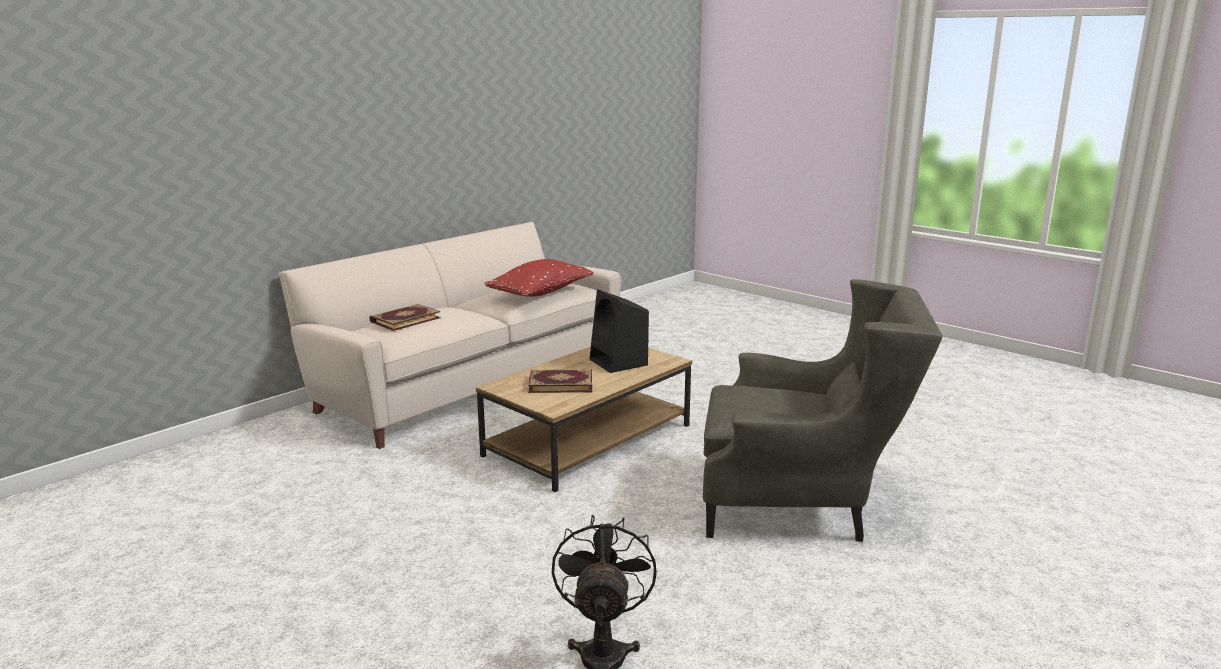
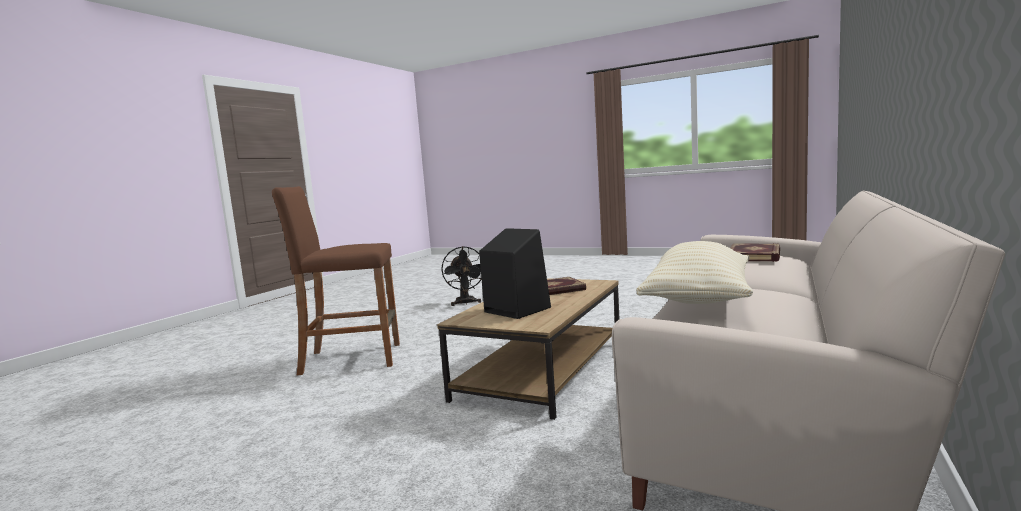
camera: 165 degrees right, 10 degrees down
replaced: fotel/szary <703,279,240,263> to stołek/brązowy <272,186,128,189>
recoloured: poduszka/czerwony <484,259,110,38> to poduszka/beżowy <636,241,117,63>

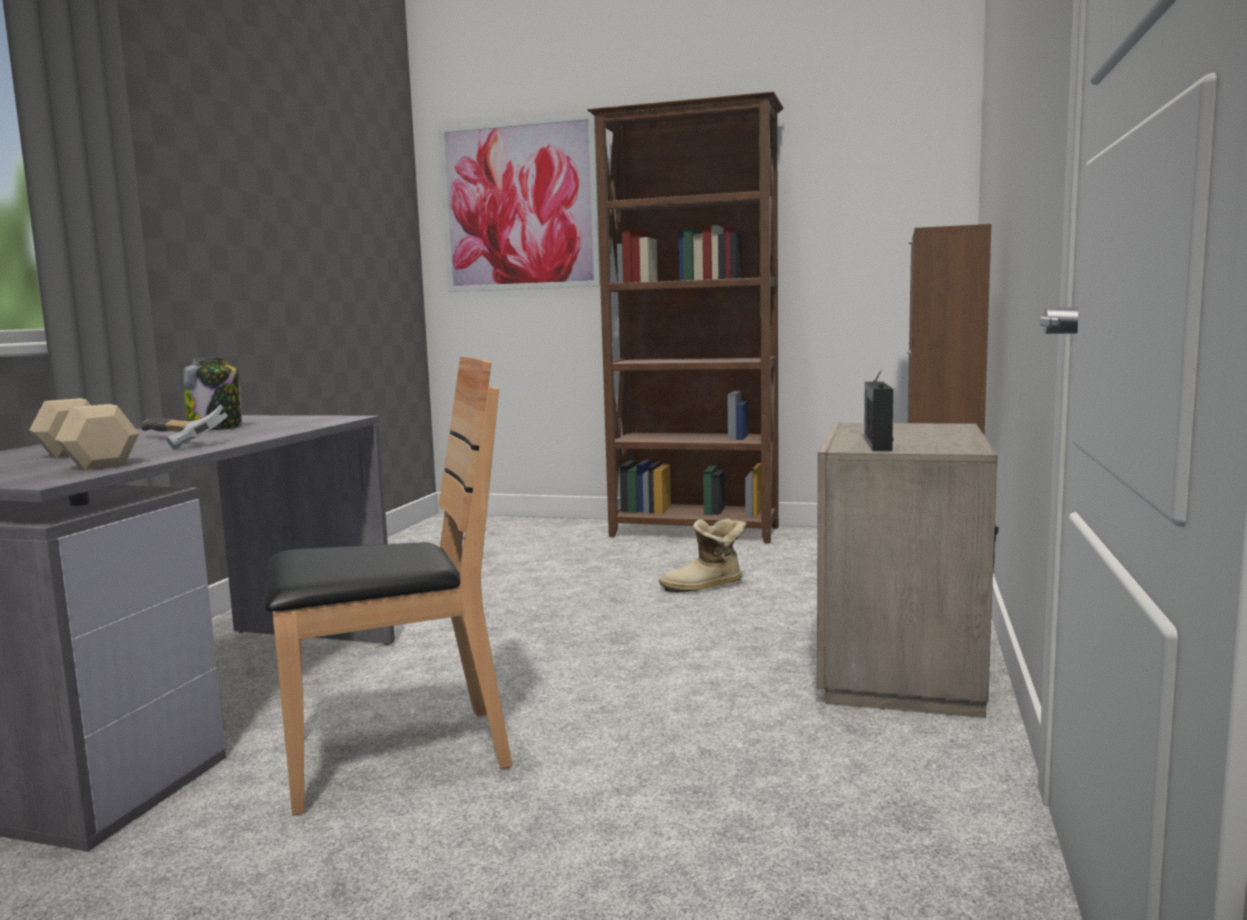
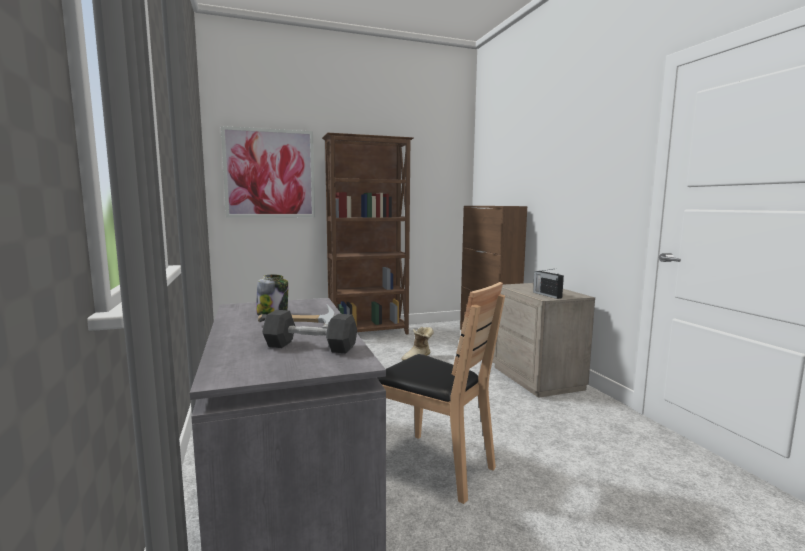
camera: 35 degrees left, 0 degrees up
recoloured: hantel/beżowy <29,398,111,72> to hantel/czarny <262,310,95,43>
turned: krzesło/brązowy <265,357,248,458> = <377,282,128,222> 90 degrees clockwise

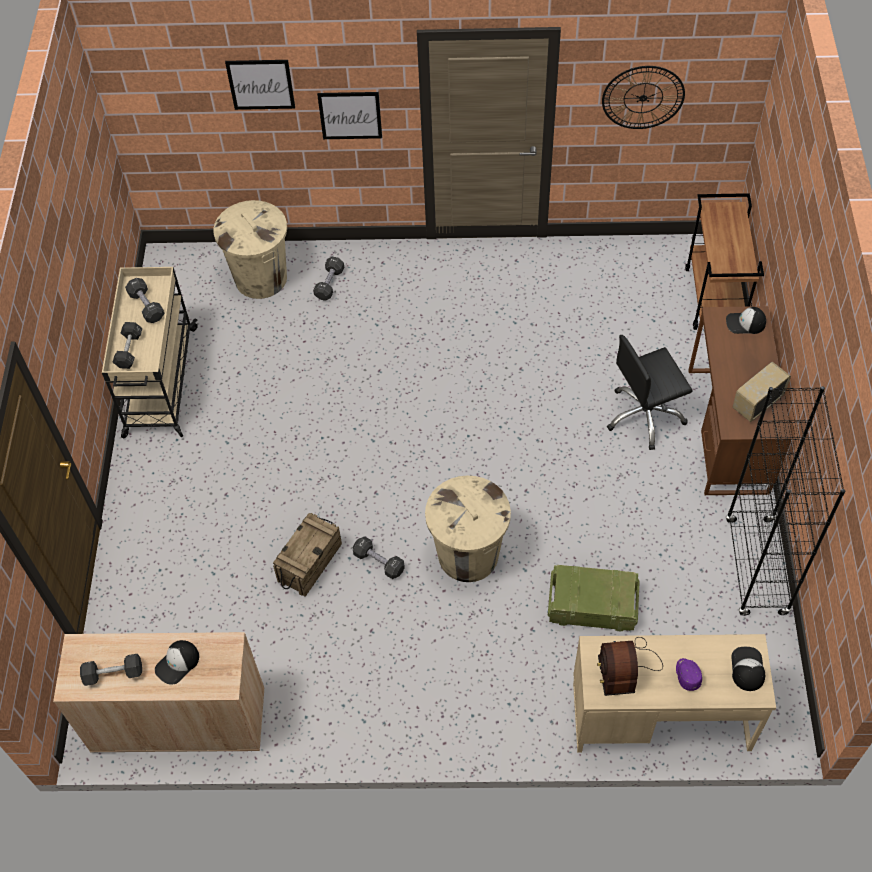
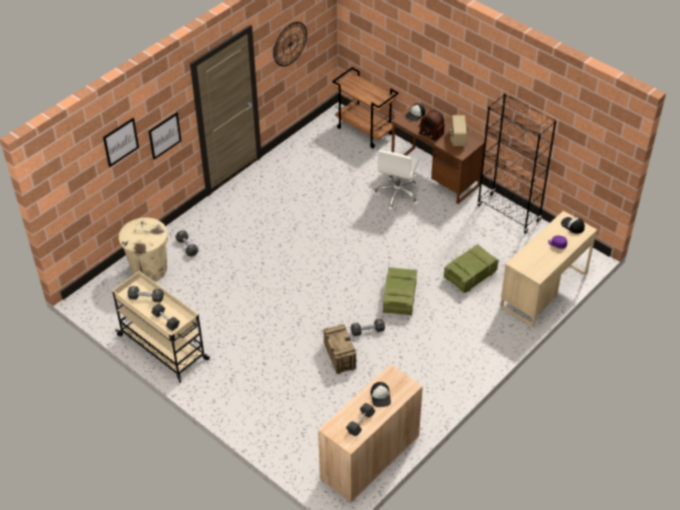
camera: 50 degrees left, 10 degrees down
moved: radio <597,637,66,59> to <418,110,27,31>
replaced: kosz na śmieci/beżowy <425,476,86,106> to skrzynka <383,267,34,49>
recoloured: krzesło biurowe/czarny <607,335,86,115> to krzesło biurowe/biały <373,150,47,60>

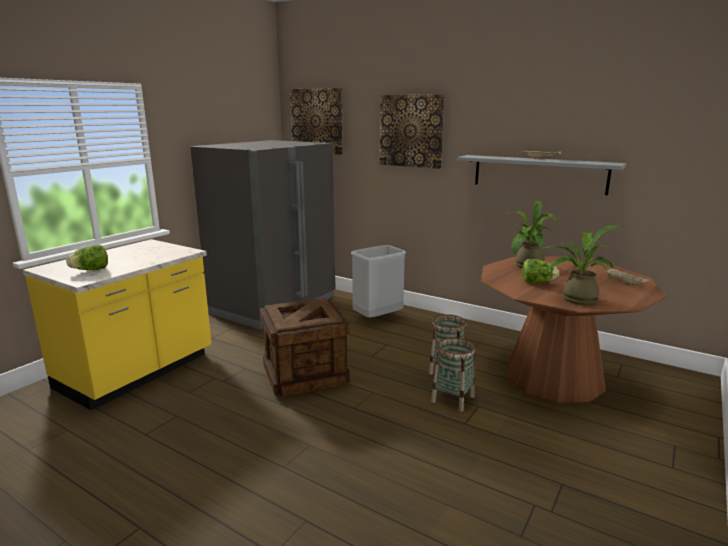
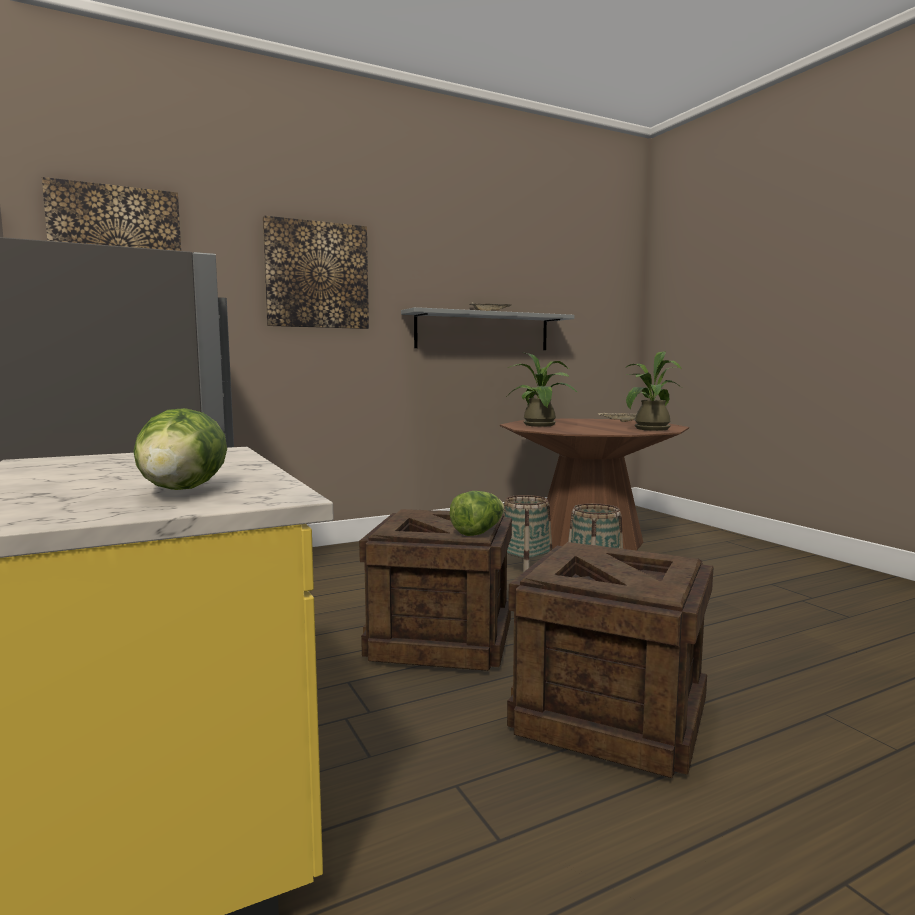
camera: 60 degrees left, 10 degrees down
removed: kosz na śmieci/szary <351,245,55,73>
added: skrzynka <507,542,207,236>
moved: sałata <522,259,37,25> to <450,491,54,45>

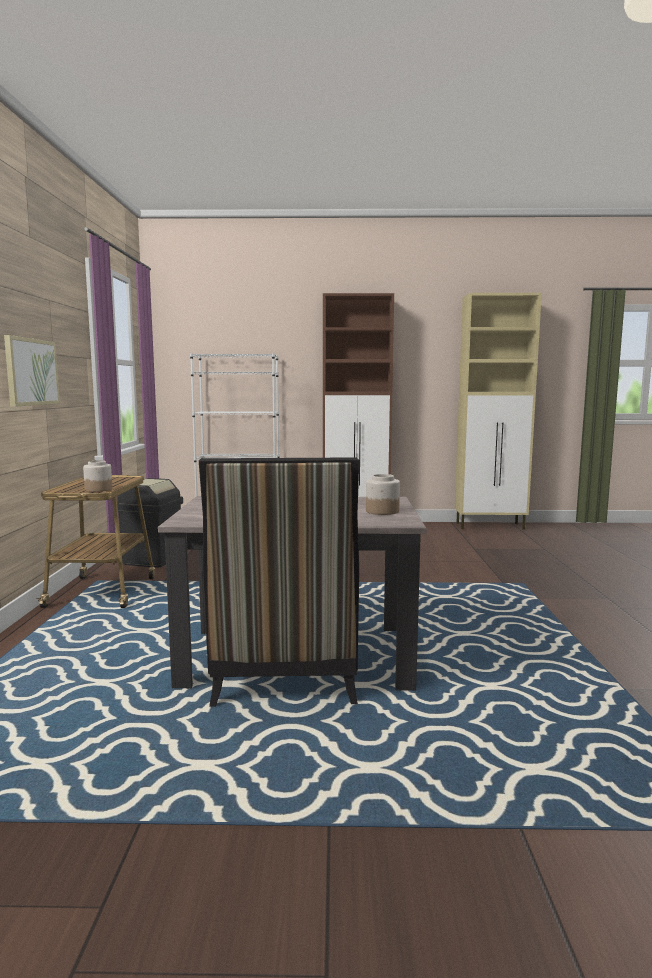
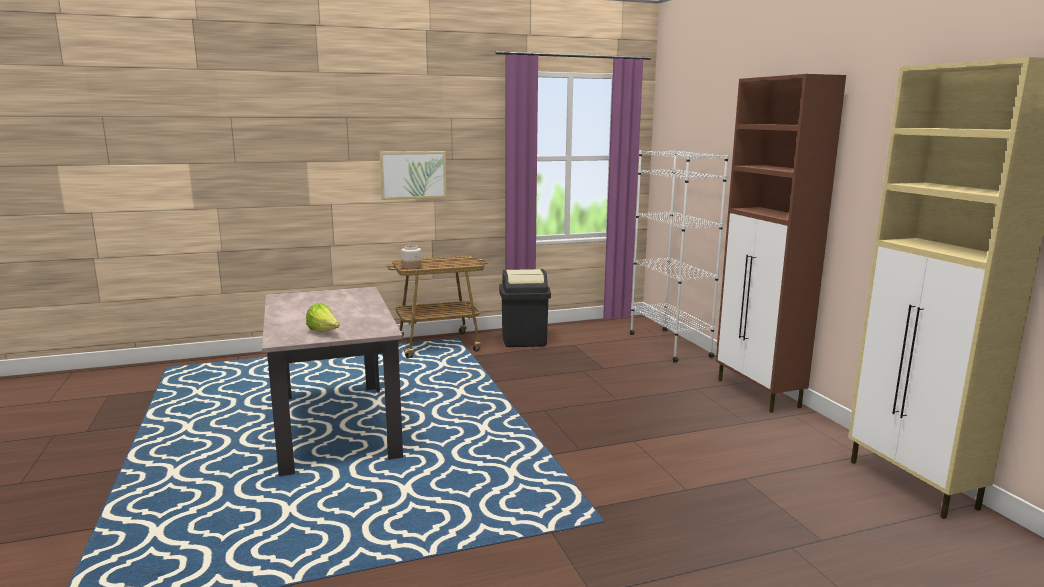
camera: 70 degrees right, 5 degrees up
removed: krzesło <199,457,160,250>
replaced: słoik <366,474,34,41> to sałata <306,304,34,28>

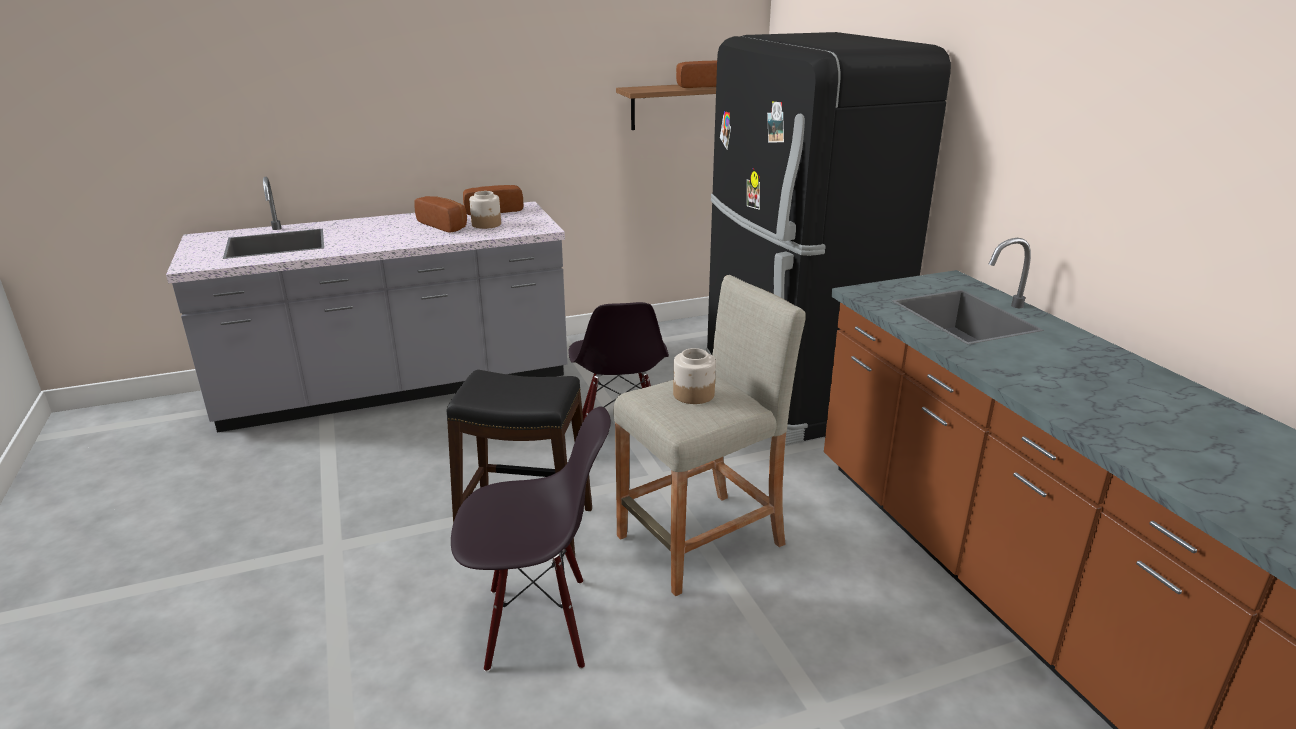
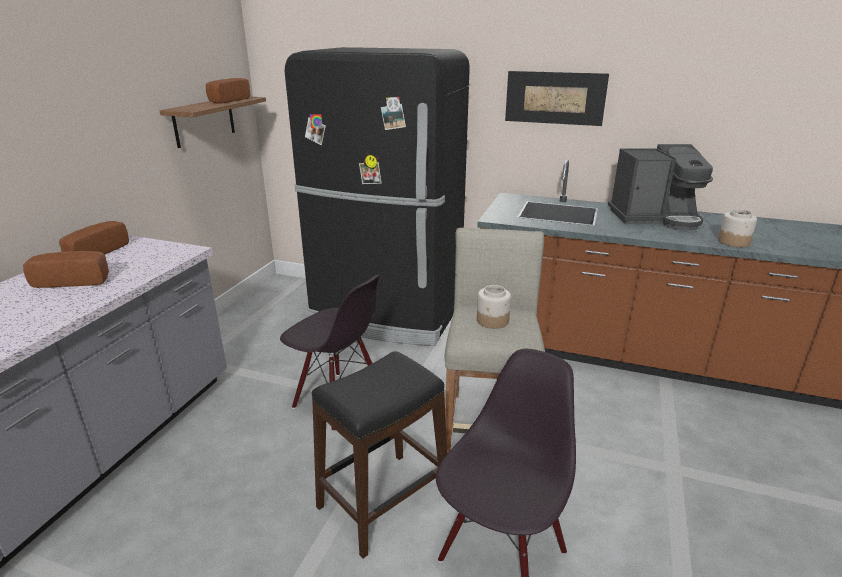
camera: 50 degrees left, 0 degrees up
added: obraz <505,71,104,55>; ekspres do kawy <608,144,105,87>
moved: słoik <469,191,32,38> to <718,209,39,38>

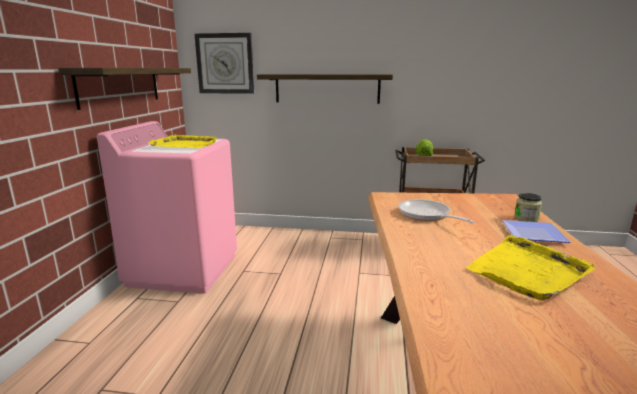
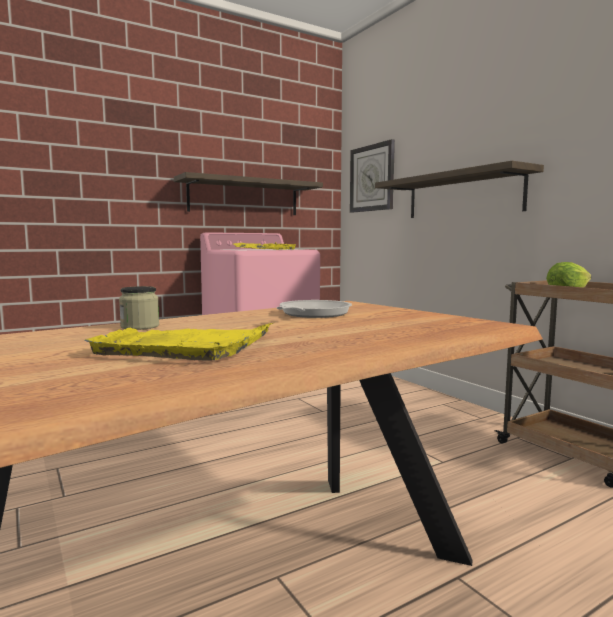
camera: 50 degrees right, 10 degrees down
removed: talerz <502,220,69,23>
moved: słoik <514,193,28,29> to <119,286,40,44>

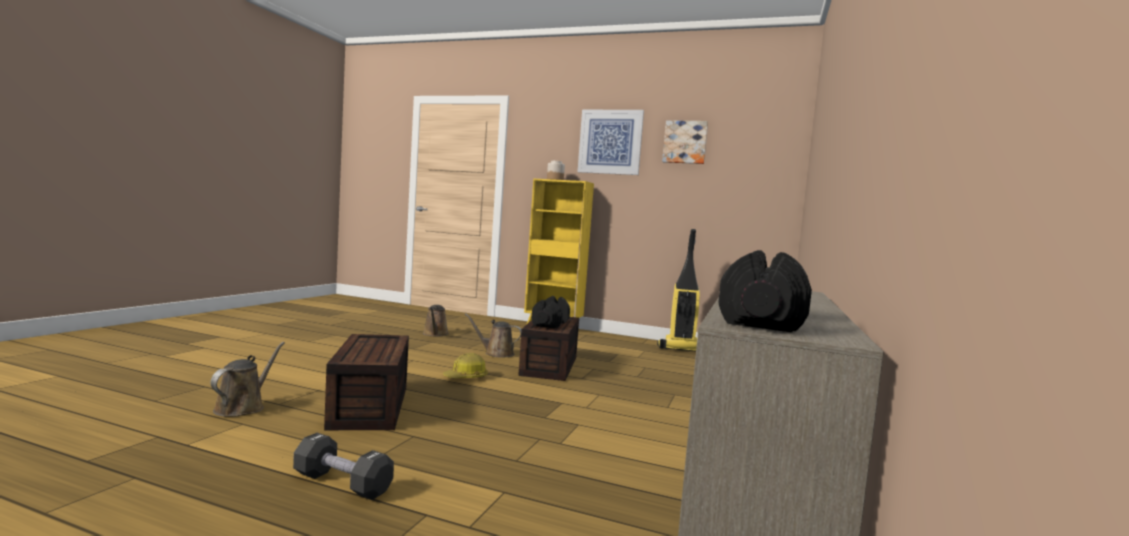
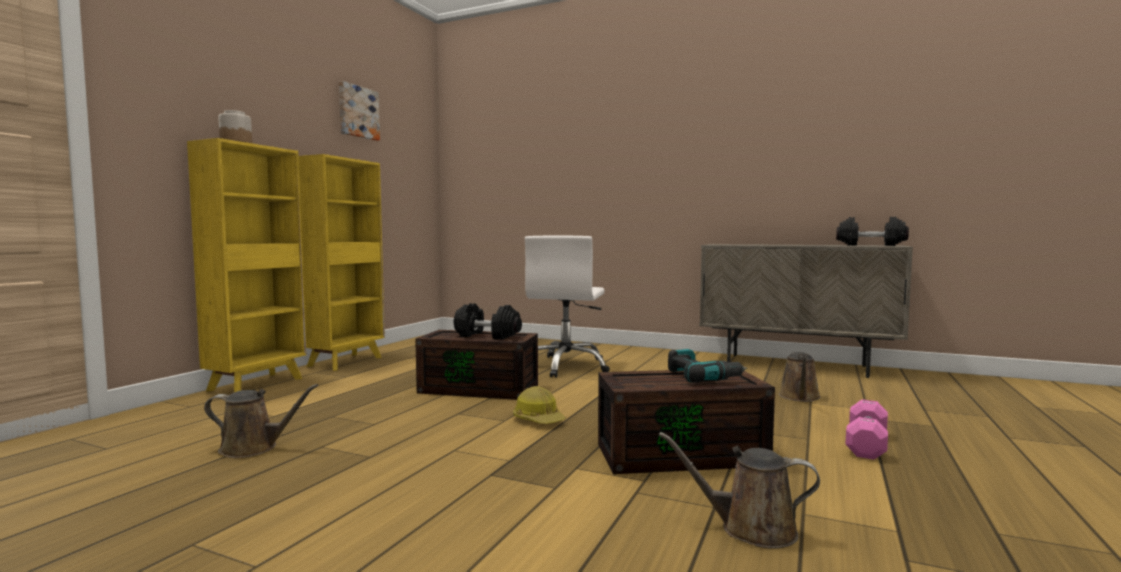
camera: 85 degrees left, 0 degrees up
removed: obraz <578,110,66,65>; odkurzacz <657,229,43,123>
added: regał/żółty <299,154,86,217>; krzesło biurowe/biały <525,236,85,142>; wiertarka <668,349,79,34>
moved: konewka/brązowy <465,313,57,44> to <779,352,42,50>
recoloured: hantel/czarny <293,433,101,67> to hantel/różowy <845,399,43,61>

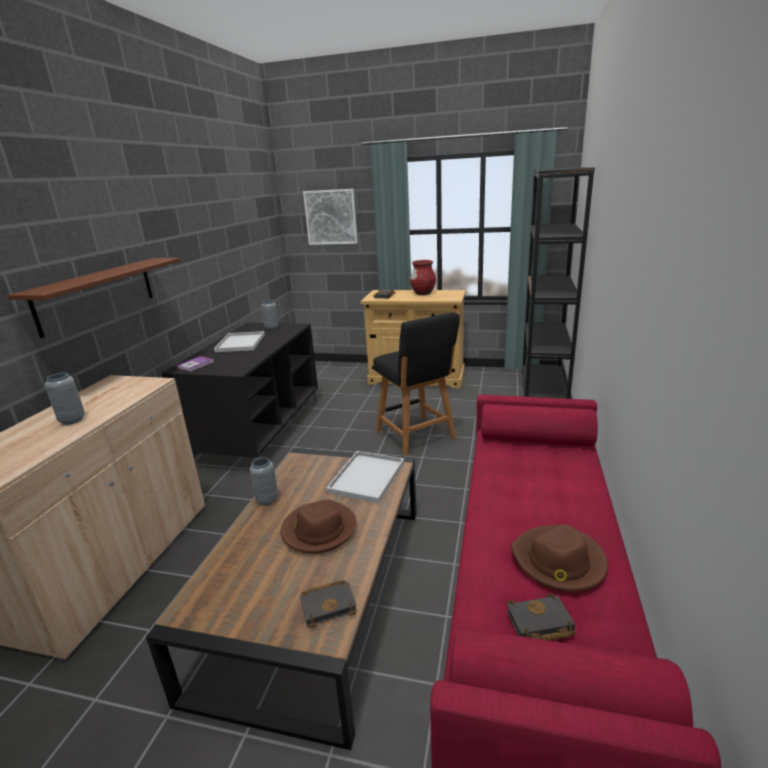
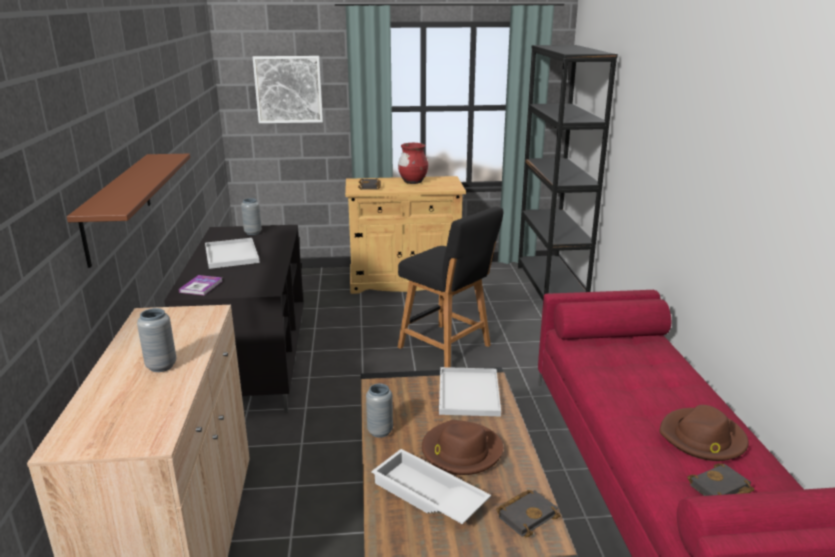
camera: 20 degrees left, 0 degrees up
added: taca/biały <371,449,120,75>

